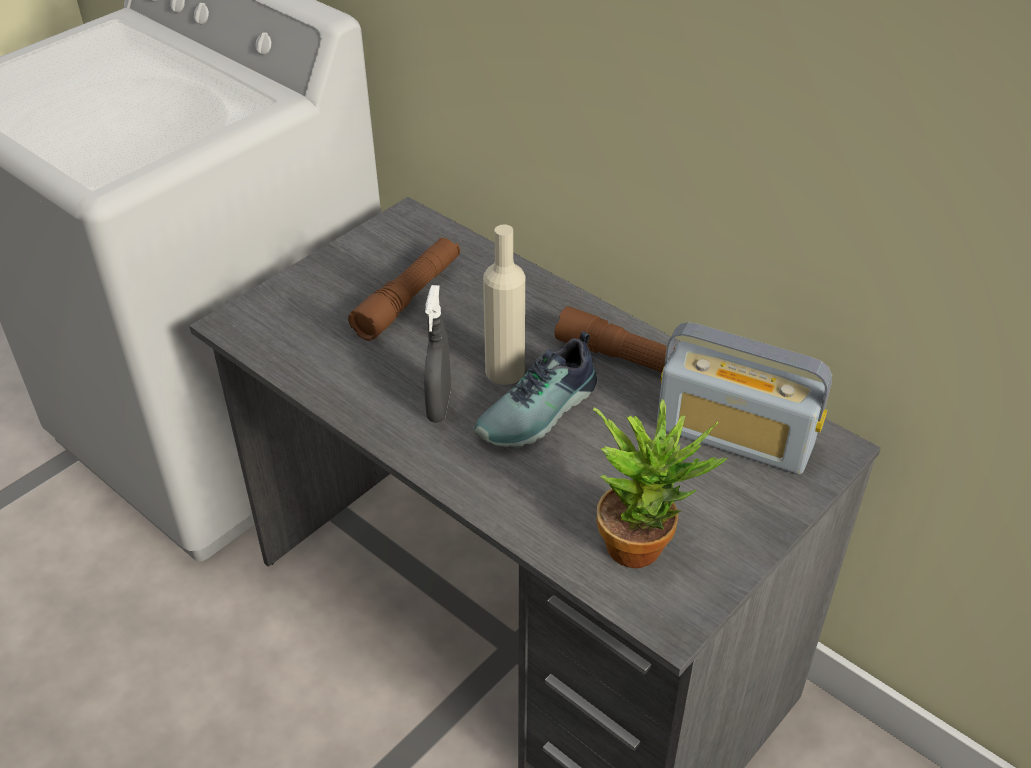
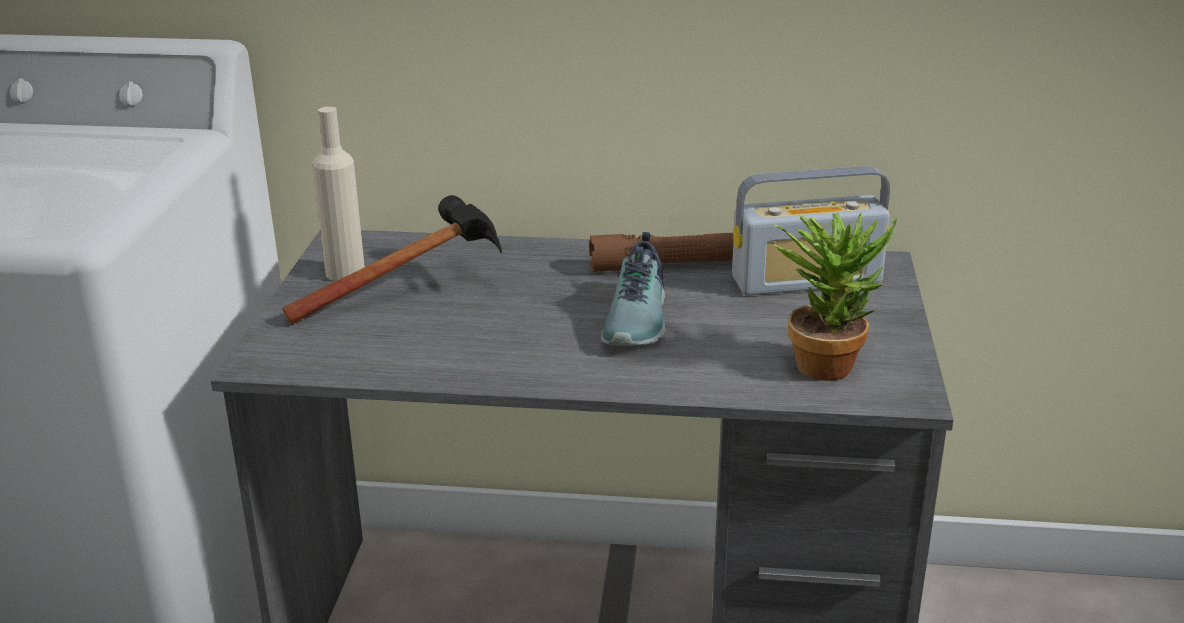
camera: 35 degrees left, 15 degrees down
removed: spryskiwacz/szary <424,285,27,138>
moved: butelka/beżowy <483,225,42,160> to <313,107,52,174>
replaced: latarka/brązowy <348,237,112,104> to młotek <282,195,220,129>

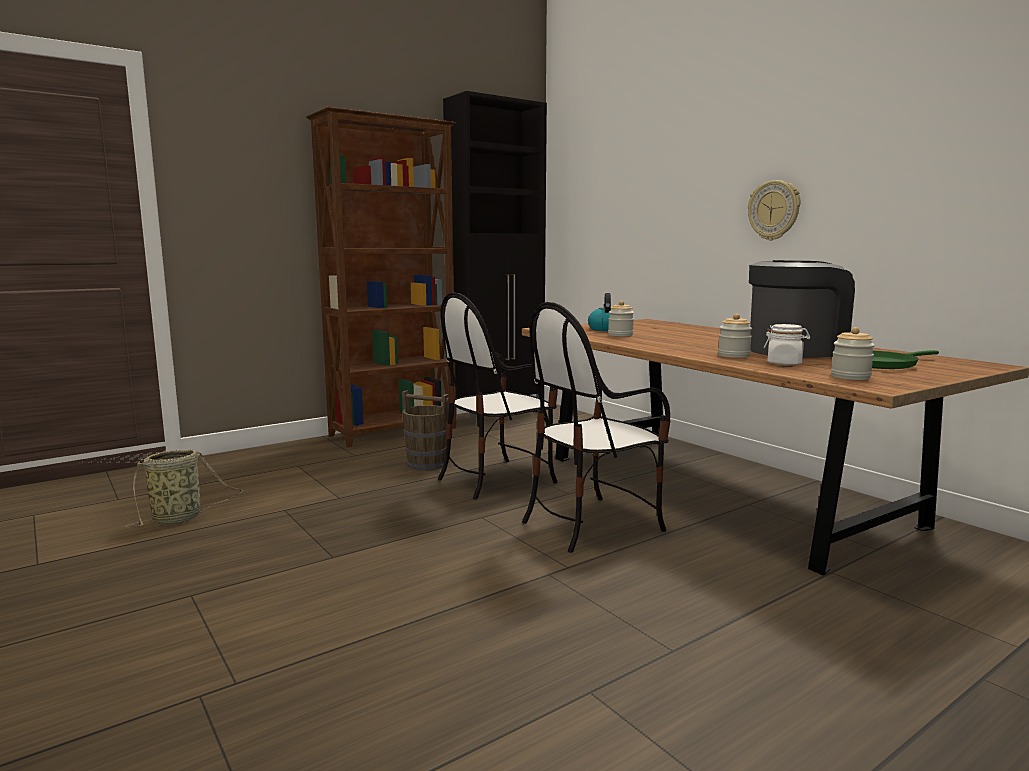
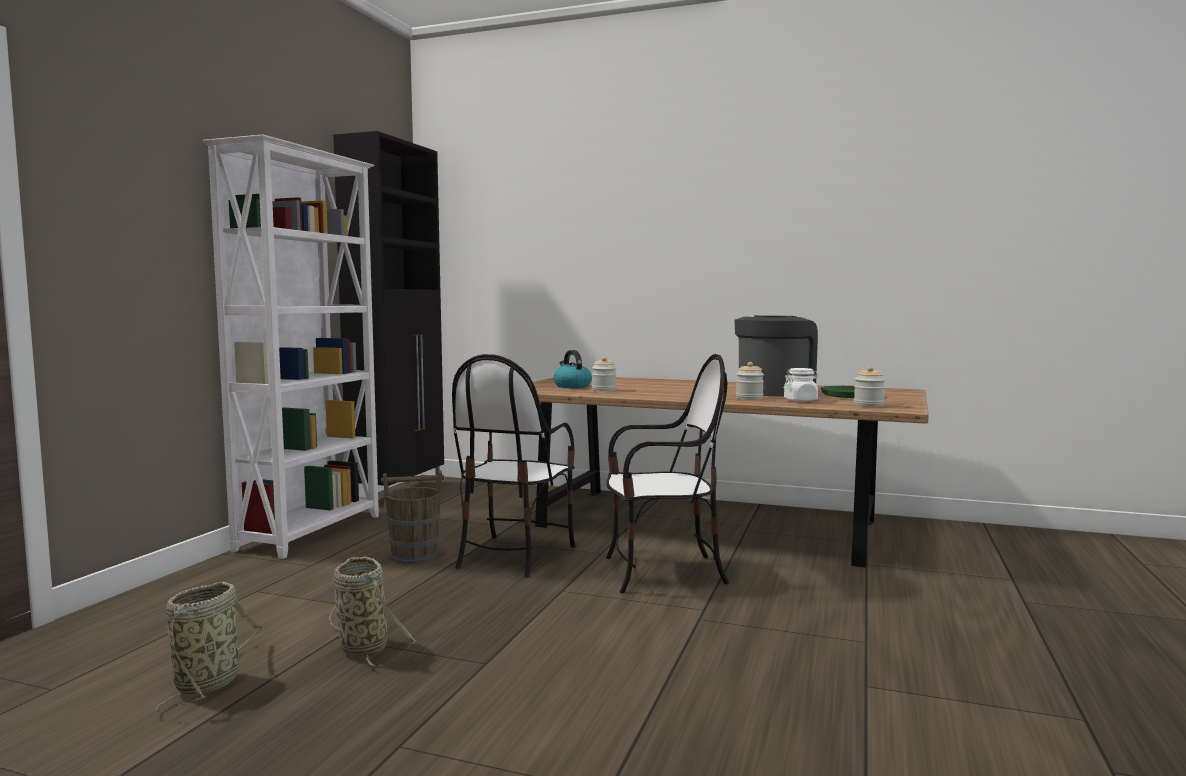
camera: 35 degrees left, 5 degrees down
removed: zegar ścienny <748,180,52,60>
added: koszyk <329,557,87,109>
recoloured: regał/brązowy <306,107,151,340> to regał/biały <203,135,176,424>
turned: krzesło <522,302,149,250> = <606,354,123,240> 120 degrees counterclockwise

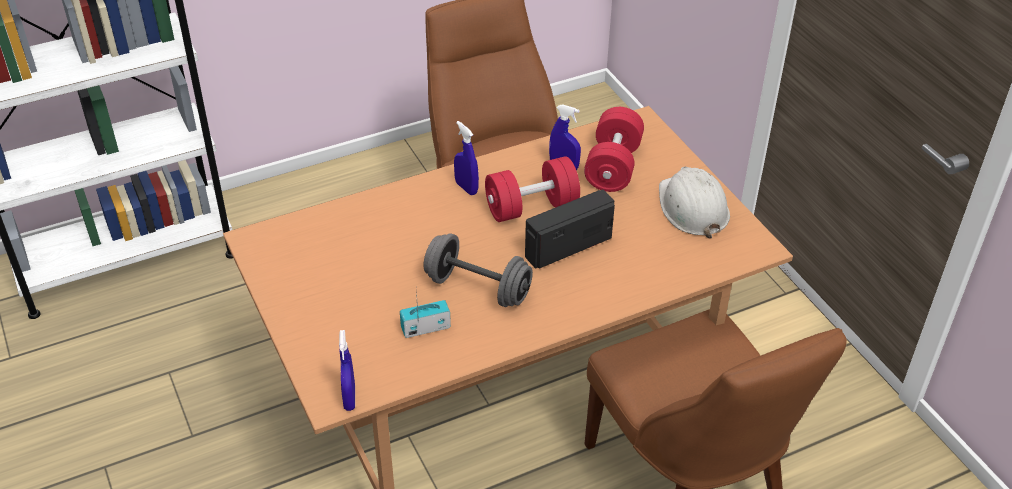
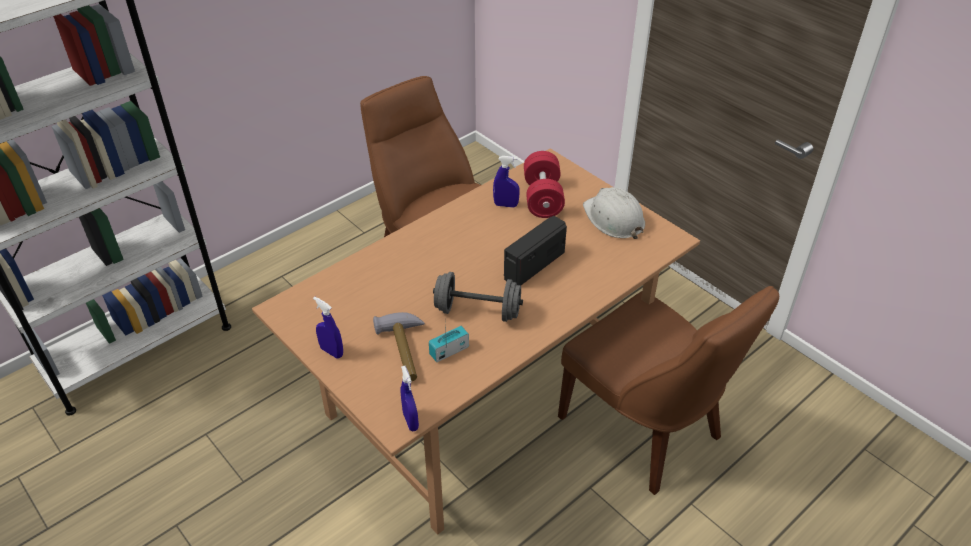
camera: 15 degrees left, 0 degrees up
removed: hantel/czerwony <485,156,95,66>
added: młotek <373,312,52,69>
moved: spryskiwacz/niebieski <454,121,25,74> to <313,296,30,62>

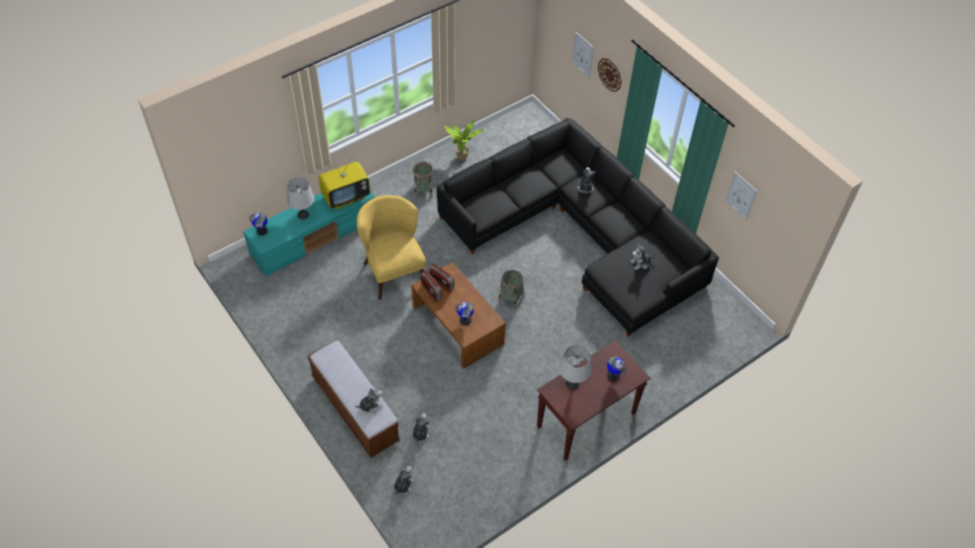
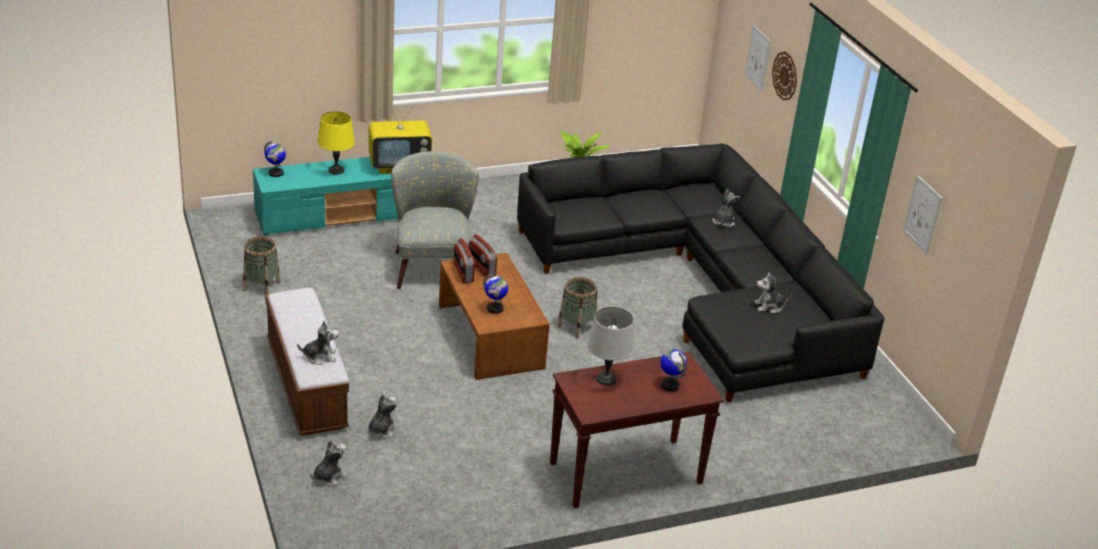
camera: 15 degrees right, 20 degrees down
moved: koszyk <413,162,20,36> to <243,237,37,57>
recoloured: lampa stołowa/szary <286,177,28,43> to lampa stołowa/żółty <318,111,37,63>; fotel/żółty <357,195,69,105> to fotel/szary <391,151,88,138>

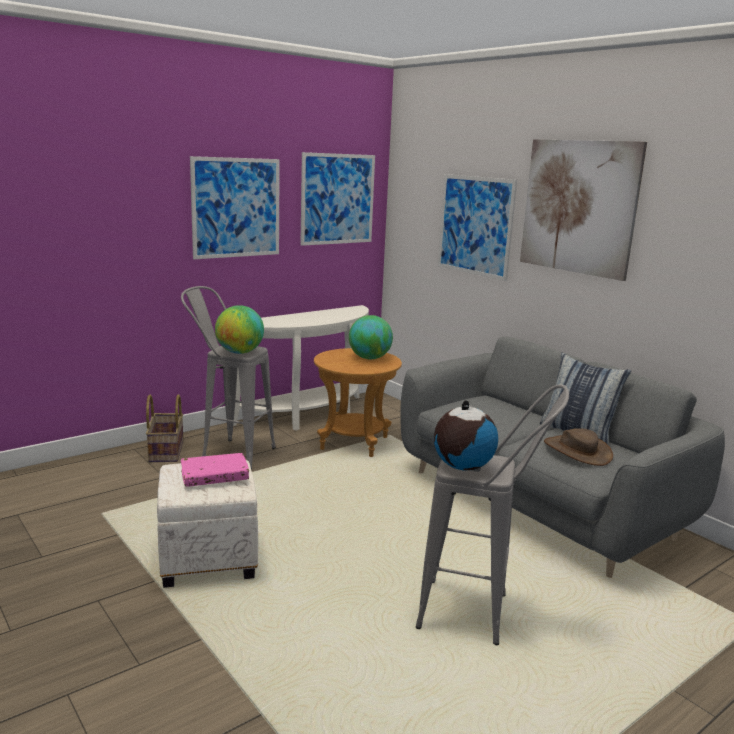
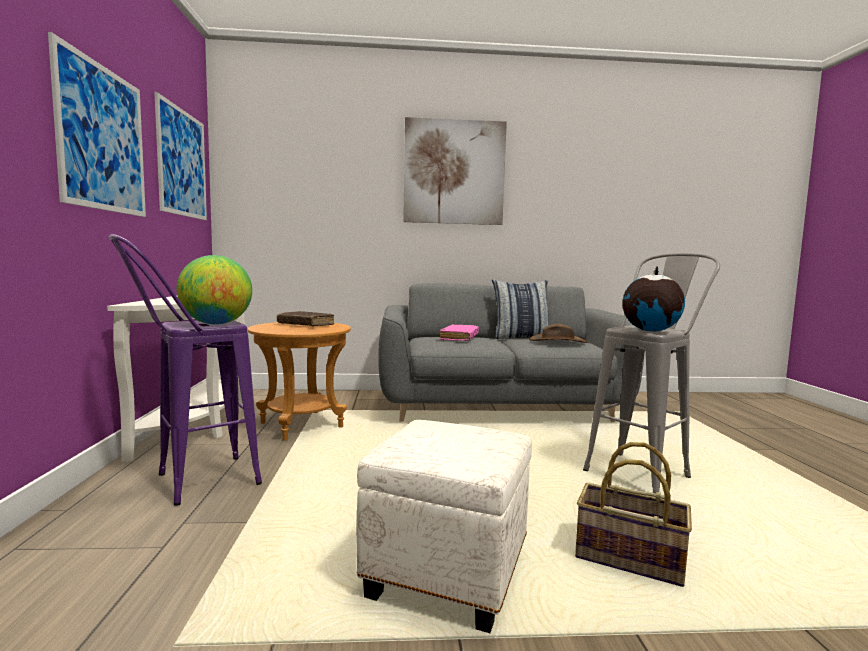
camera: 55 degrees left, 10 degrees down
removed: obraz <438,174,79,107>
moved: koszyk <146,394,37,68> to <575,442,117,145>; książka/różowy <181,453,68,34> to <440,324,39,17>
replaced: globus <349,315,44,44> to książka/brązowy <277,311,58,16>
recoloured: stołek/szary <181,286,95,183> to stołek/fioletowy <109,234,153,272>

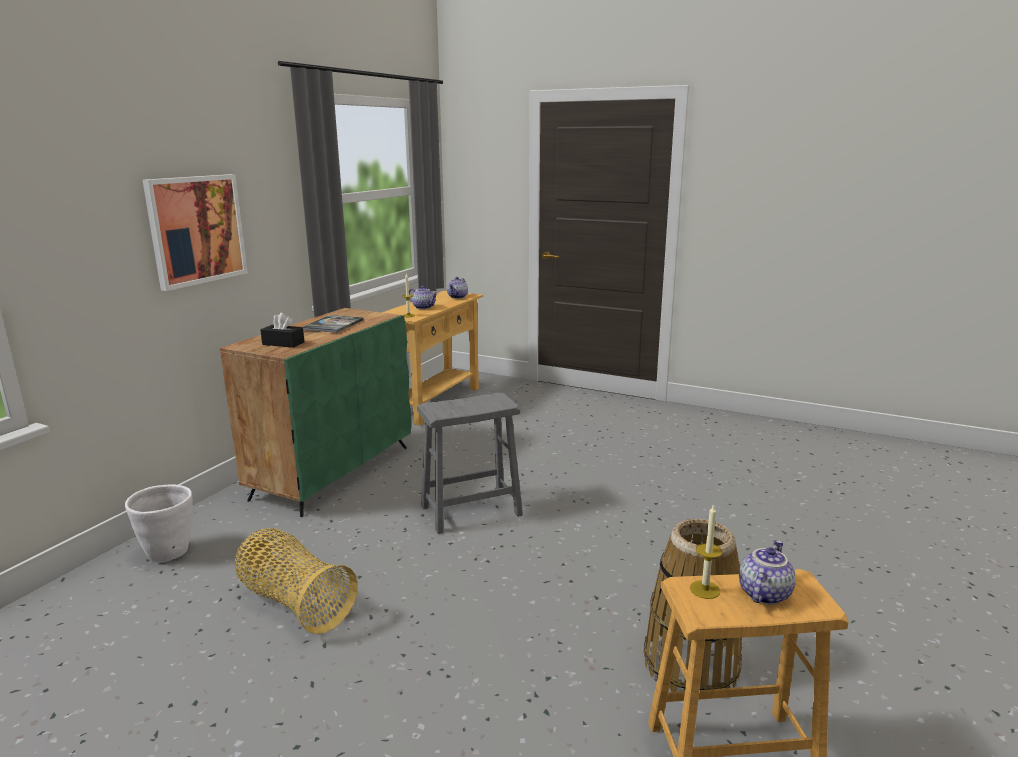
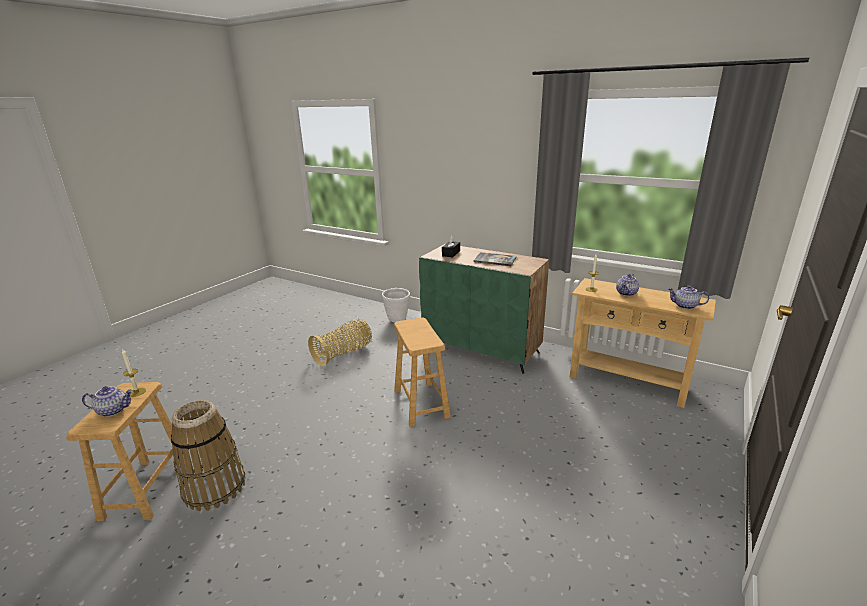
camera: 95 degrees right, 5 degrees up
removed: obraz <143,174,105,117>
recoloured: stołek/szary <417,392,106,142> to stołek/brązowy <394,317,57,110>
turned: imbryk <739,540,57,64> = <82,386,51,31> 45 degrees counterclockwise

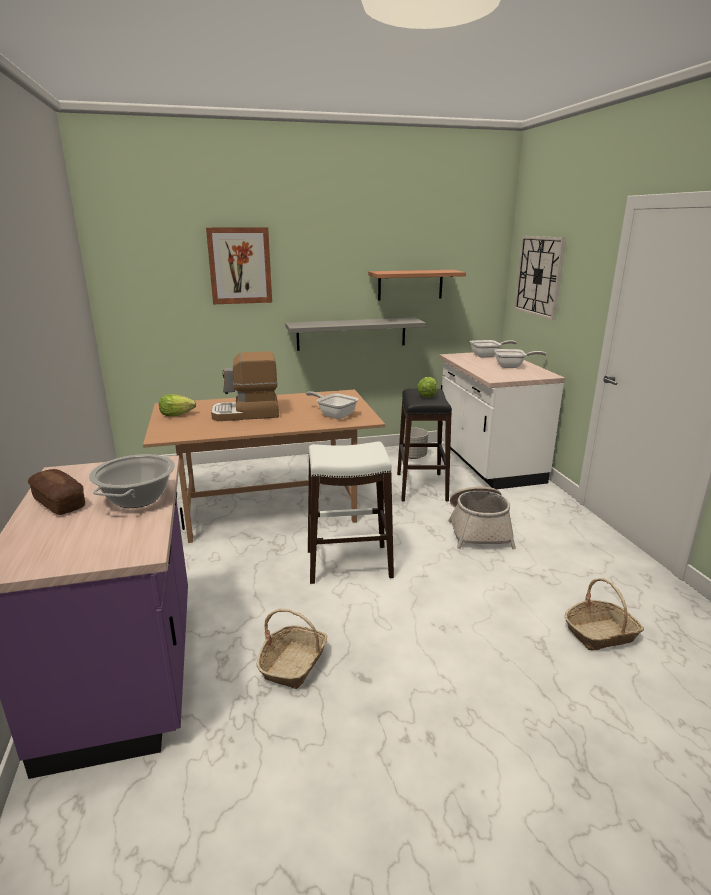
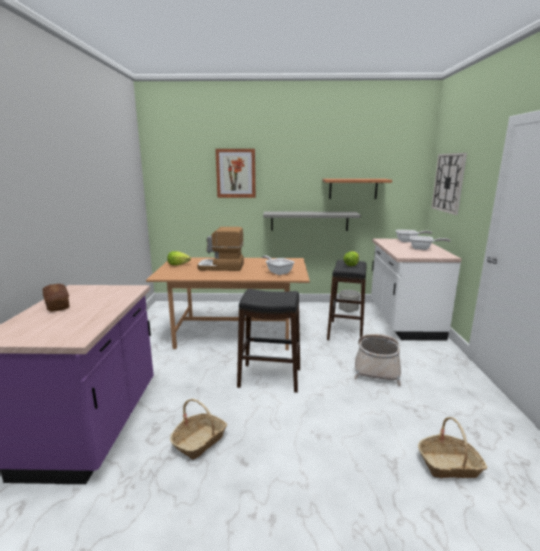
camera: 15 degrees right, 5 degrees down
removed: garnek <89,454,86,54>
recoloured: stołek/biały <308,442,86,142> to stołek/czarny <237,289,63,104>

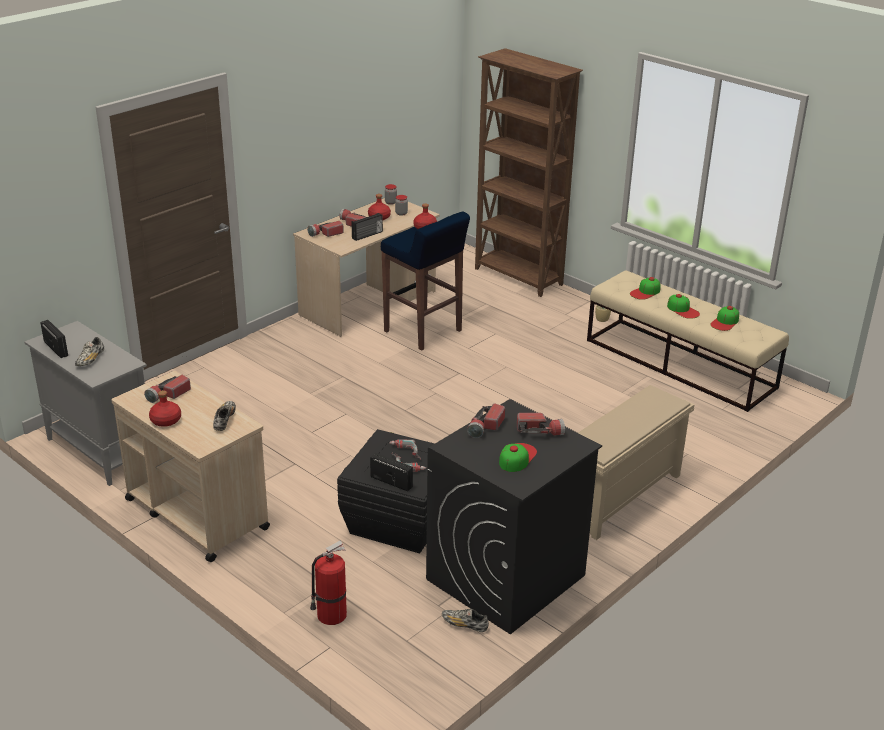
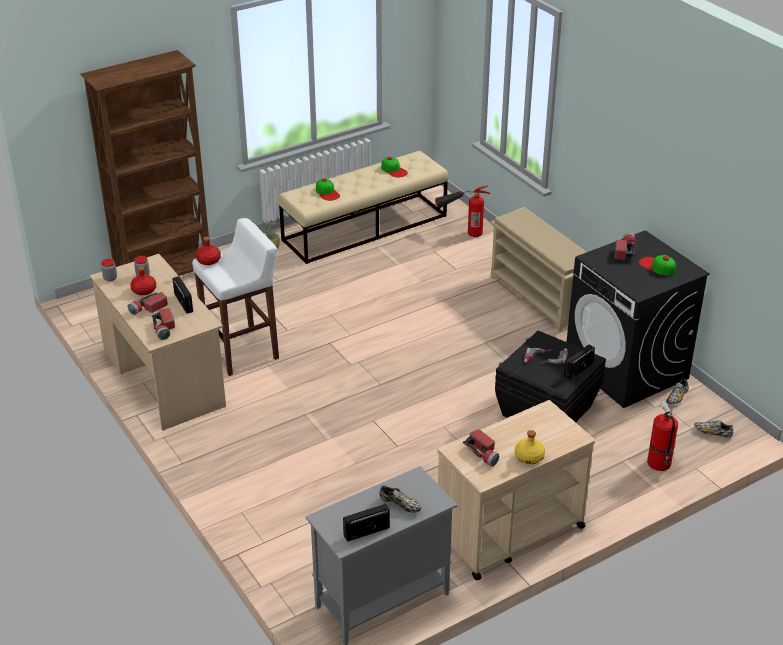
camera: 75 degrees left, 5 degrees up
removed: latarka <467,403,38,35>; czapka z daszkiem <667,294,33,25>
added: gaśnica <435,186,55,51>
moved: but <213,401,23,30> to <694,420,40,18>
recoloured: butelka/czerwony <149,390,32,37> to butelka/żółty <515,430,30,34>; stołek/niebieski <381,211,89,140> to stołek/biały <192,218,87,158>

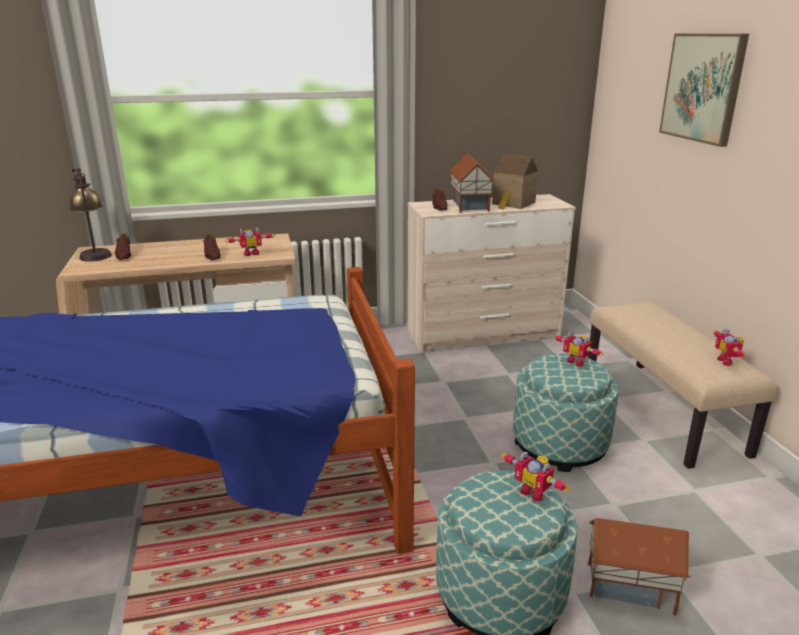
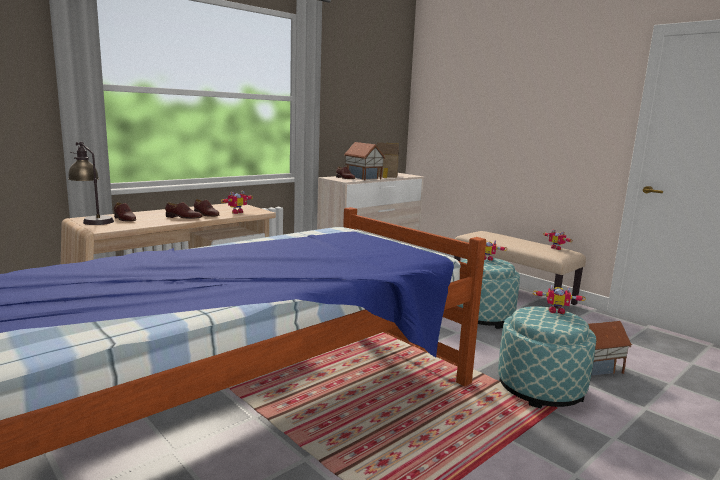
camera: 30 degrees left, 10 degrees down
removed: obraz <659,34,90,113>
added: but/brązowy <165,202,37,17>

